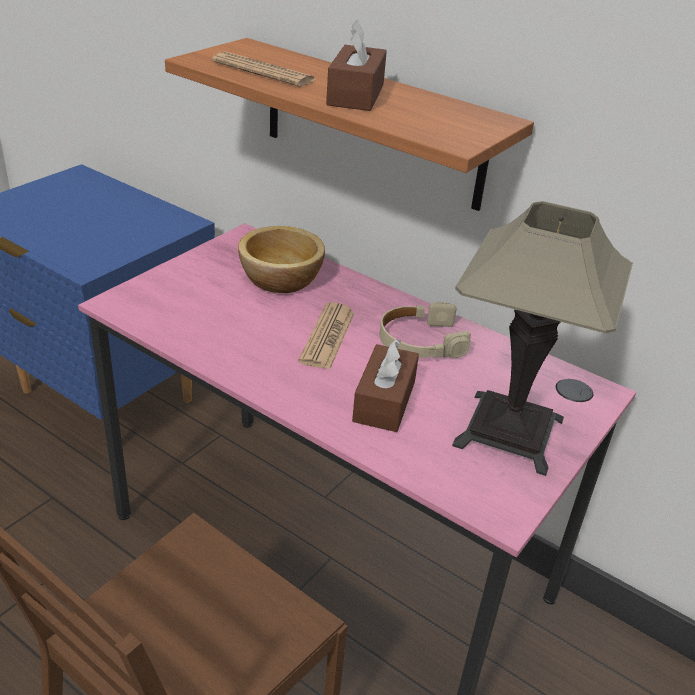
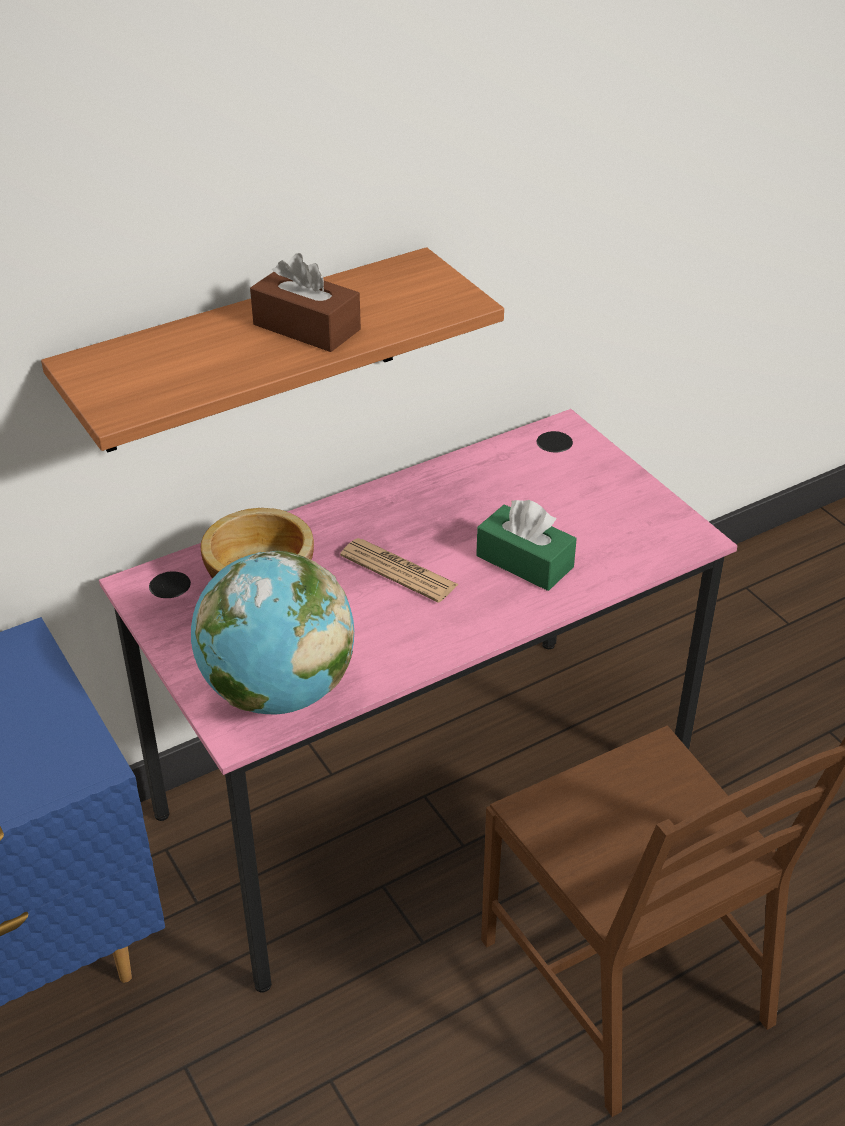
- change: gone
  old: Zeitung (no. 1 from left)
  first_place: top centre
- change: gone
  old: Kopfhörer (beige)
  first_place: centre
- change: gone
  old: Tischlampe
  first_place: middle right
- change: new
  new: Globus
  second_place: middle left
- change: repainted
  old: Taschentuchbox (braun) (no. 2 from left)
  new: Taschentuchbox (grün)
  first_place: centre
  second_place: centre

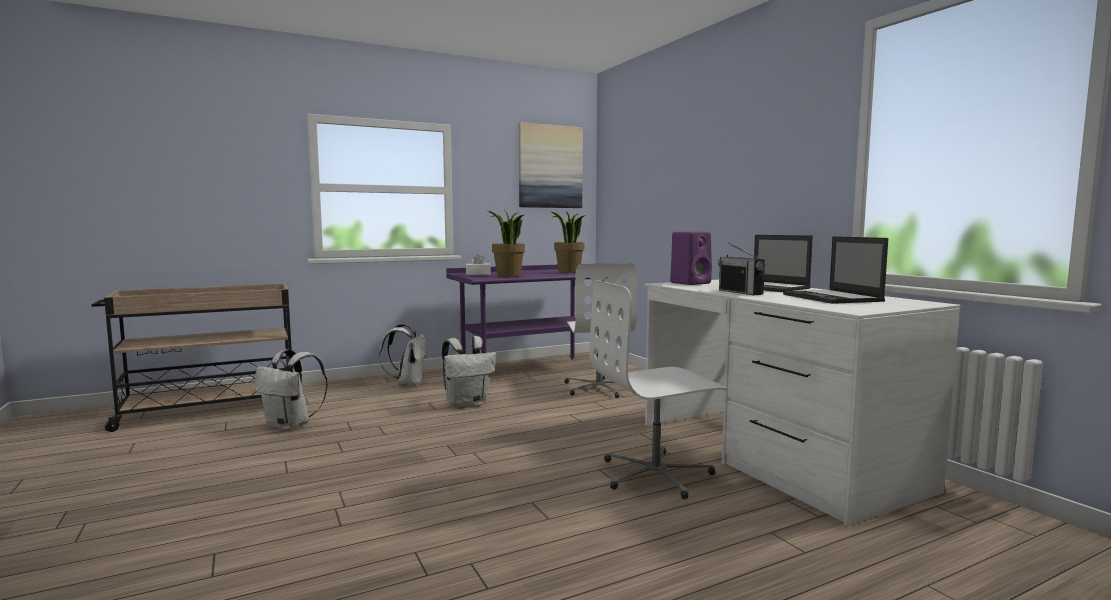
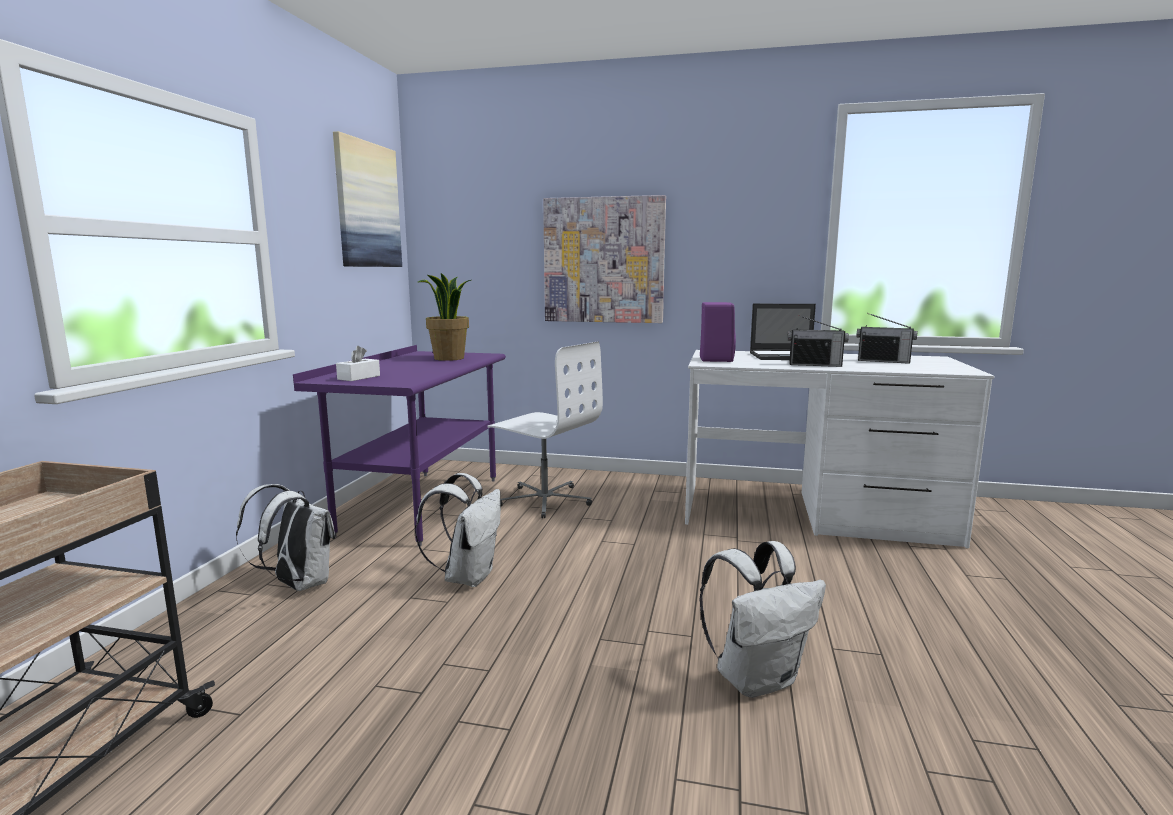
- change: gone
  old: Topfpflanze (no. 1 from left)
  first_place: centre
- change: gone
  old: Bürostuhl (weiß) (no. 2 from left)
  first_place: centre
- change: new
  new: Bild (no. 2 from left)
  second_place: top centre
- change: shifted
  old: Rucksack (weiß) (no. 1 from left in the first image)
  new: Rucksack (weiß) (no. 3 from left)
  first_place: middle left
  second_place: bottom centre
- change: swapped
  old: Laptop (no. 2 from left)
  new: Radio (no. 2 from left)
  first_place: middle right
  second_place: middle right

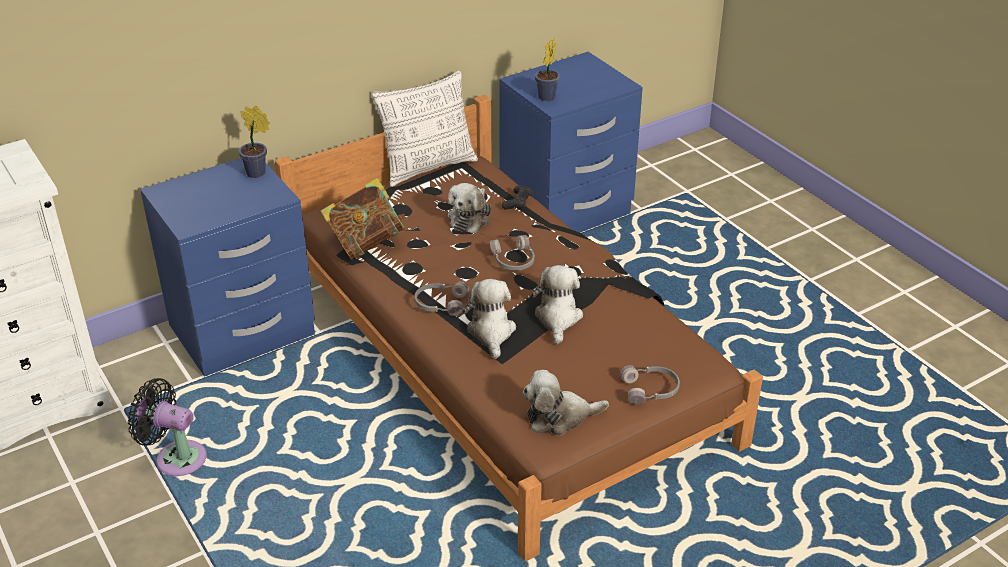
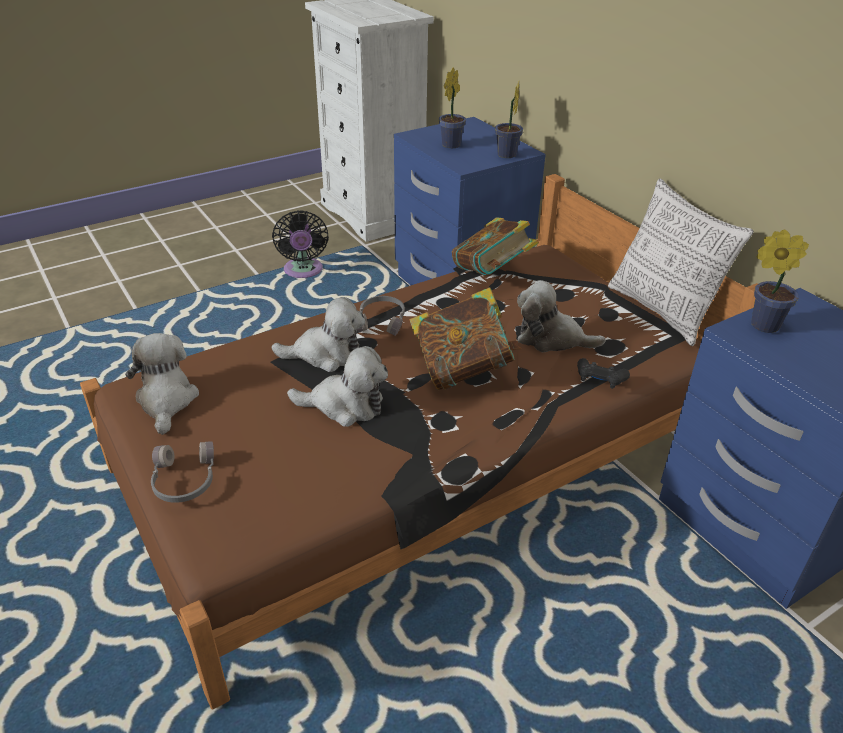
- change: new
  new: Topfpflanze (no. 1 from left)
  second_place: top centre
- change: swapped
  old: Kopfhörer (grau) (no. 2 from left)
  new: Buch (no. 1 from left)
  first_place: centre
  second_place: centre
- change: rotated
  old: Ventilator (schwarz)
  first_place: bottom left
  second_place: top centre
  degrees: 150

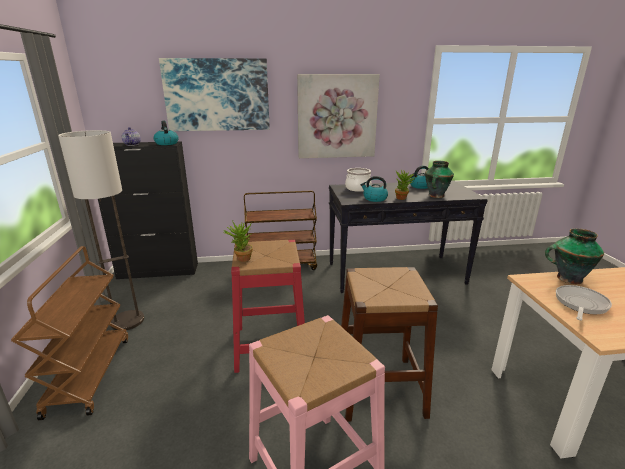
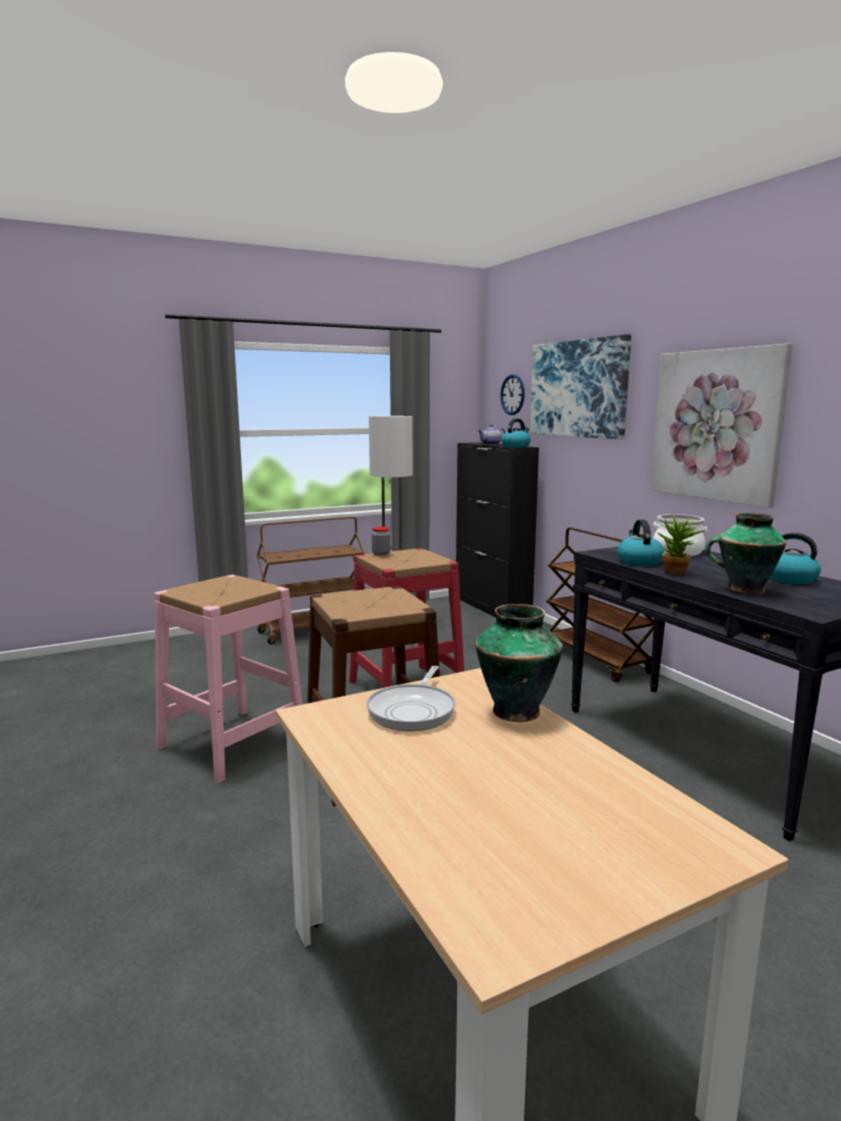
- change: new
  new: Wanduhr
  second_place: centre
- change: swapped
  old: Topfpflanze (no. 1 from left)
  new: Vorratsglas
  first_place: centre
  second_place: centre
- change: rotated
  old: Pfanne
  first_place: middle right
  second_place: centre
  degrees: 90

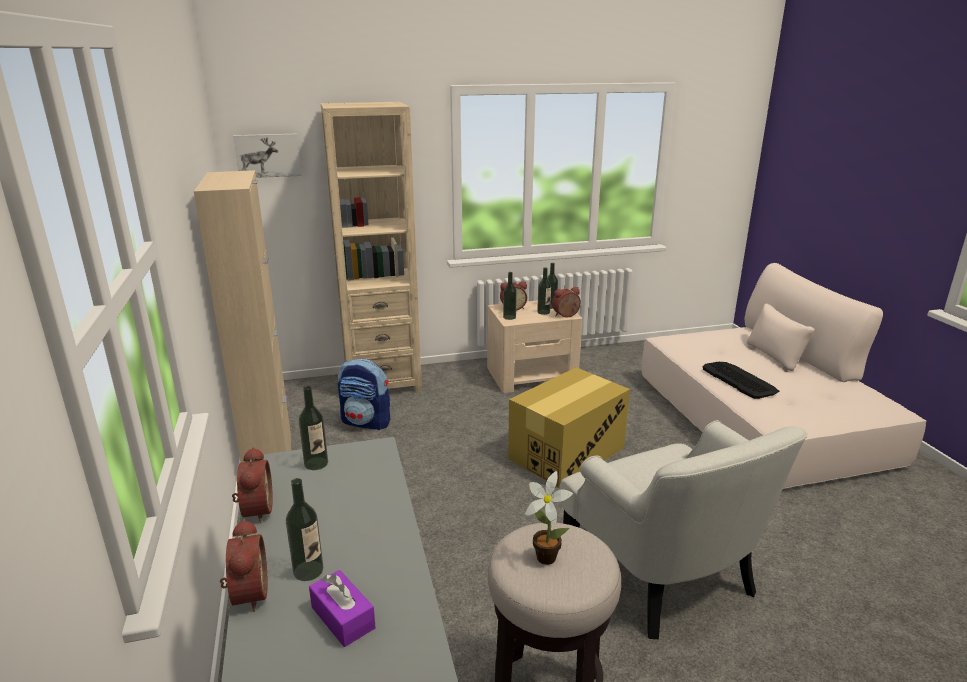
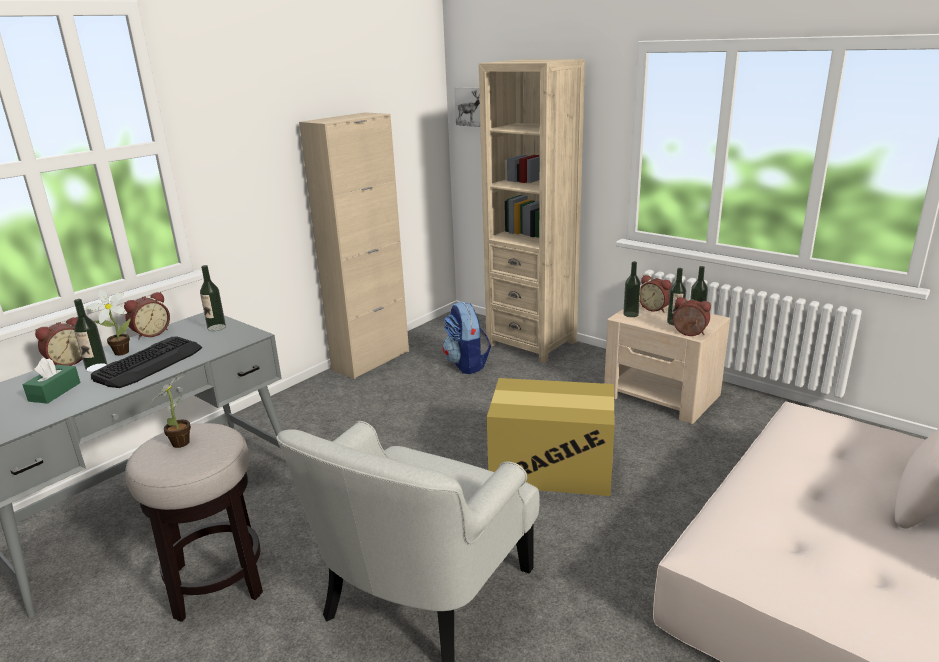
- change: new
  new: Topfpflanze (no. 1 from left)
  second_place: middle left
- change: shifted
  old: Tastatur
  first_place: middle right
  second_place: middle left
- change: repainted
  old: Taschentuchbox (lila)
  new: Taschentuchbox (grün)
  first_place: bottom centre
  second_place: middle left

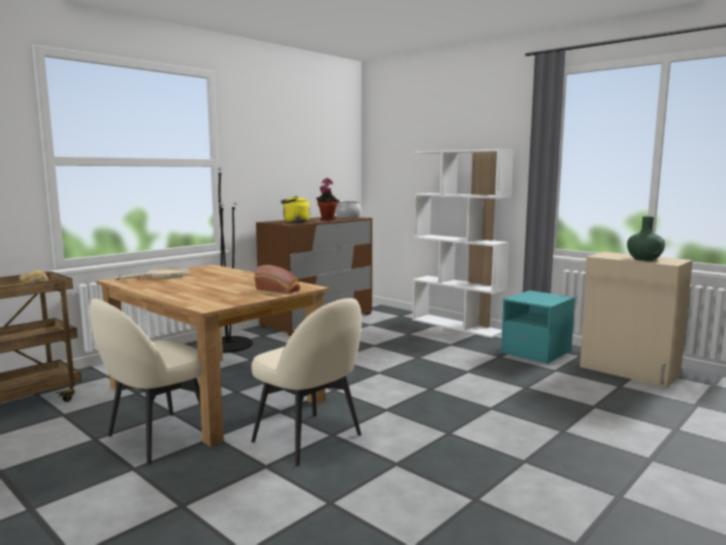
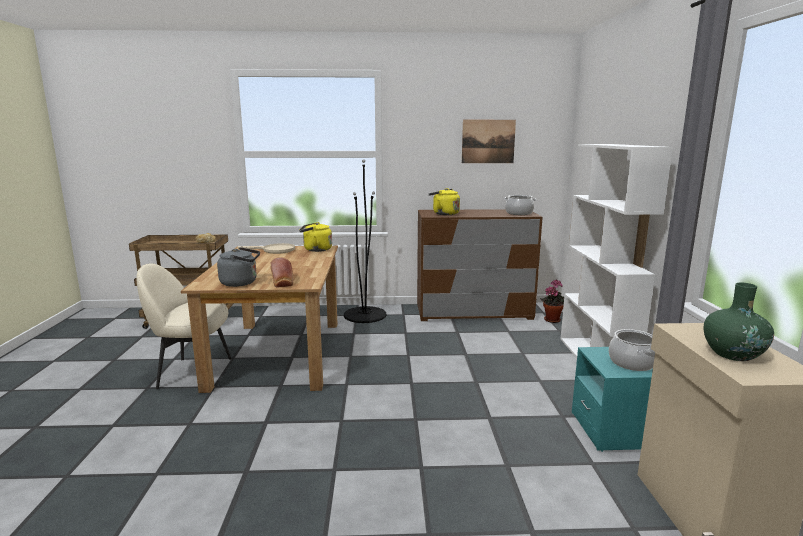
- change: gone
  old: Stuhl (beige) (no. 2 from left)
  first_place: bottom centre
- change: new
  new: Wasserkessel (grau)
  second_place: middle left
- change: new
  new: Wasserkessel (gelb) (no. 1 from left)
  second_place: centre
- change: new
  new: Bild
  second_place: top centre
- change: new
  new: Kochtopf (no. 2 from left)
  second_place: middle right
- change: shifted
  old: Topfpflanze
  first_place: centre
  second_place: middle right

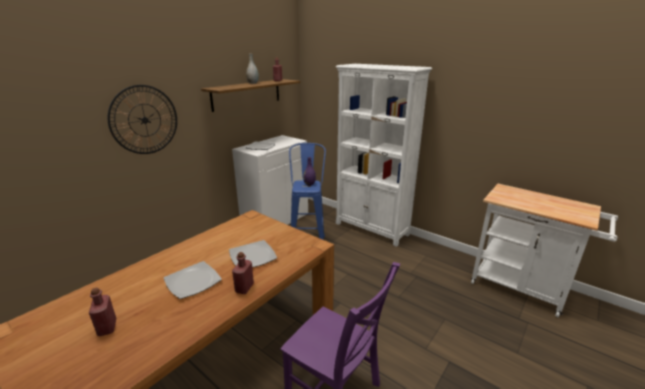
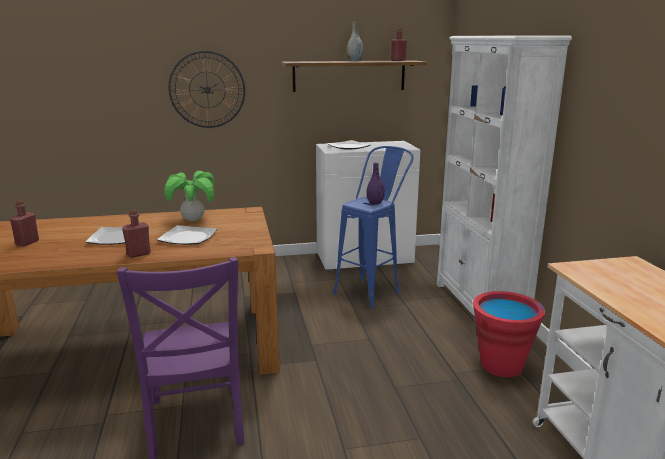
- change: new
  new: Topfpflanze
  second_place: middle left
- change: new
  new: Eimer (rot)
  second_place: bottom right

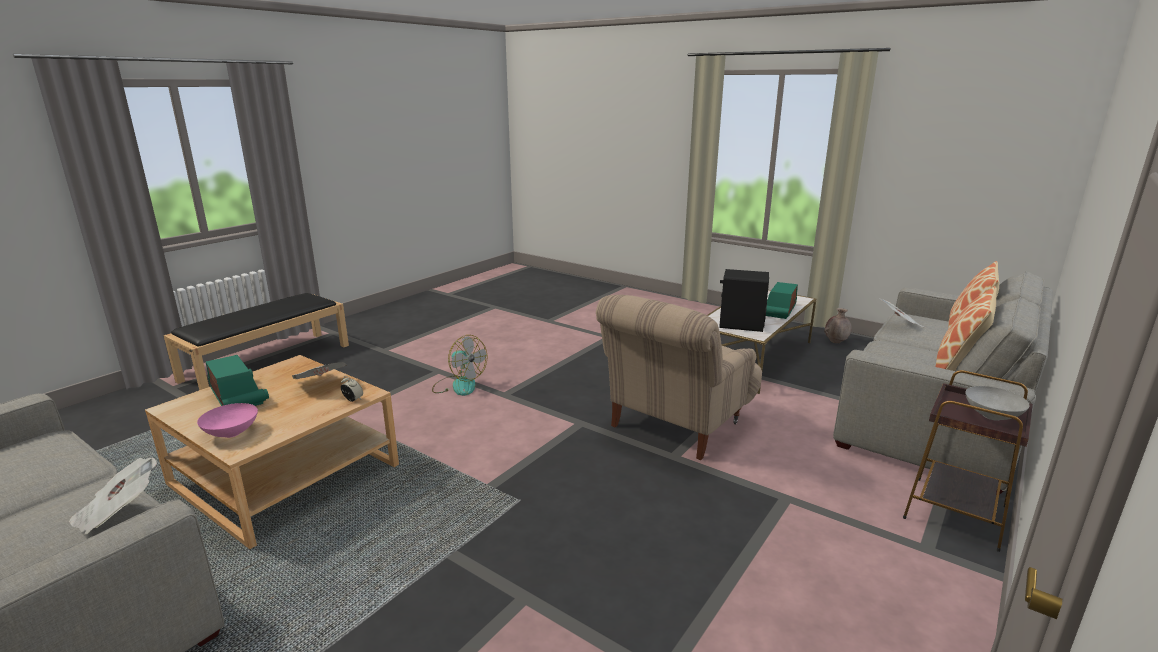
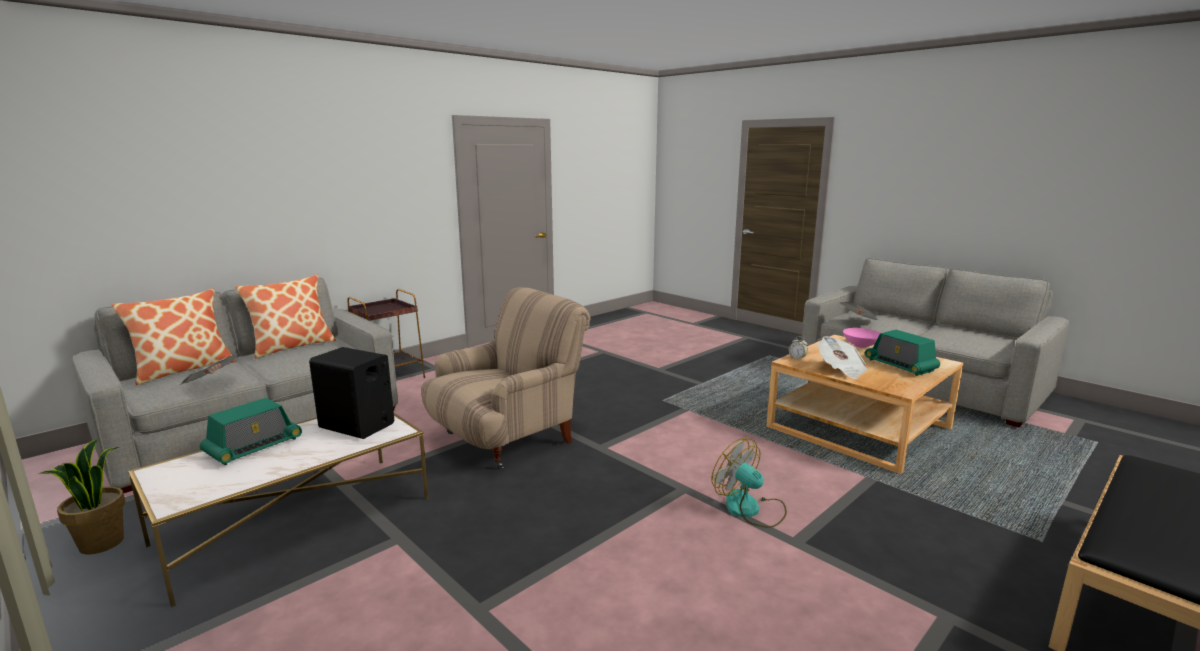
- change: gone
  old: Schüssel (grau)
  first_place: middle right
- change: swapped
  old: Vase (braun)
  new: Topfpflanze
  first_place: middle right
  second_place: bottom left

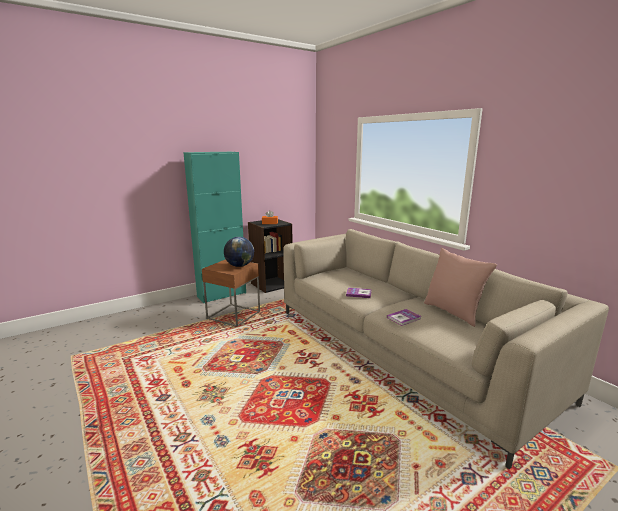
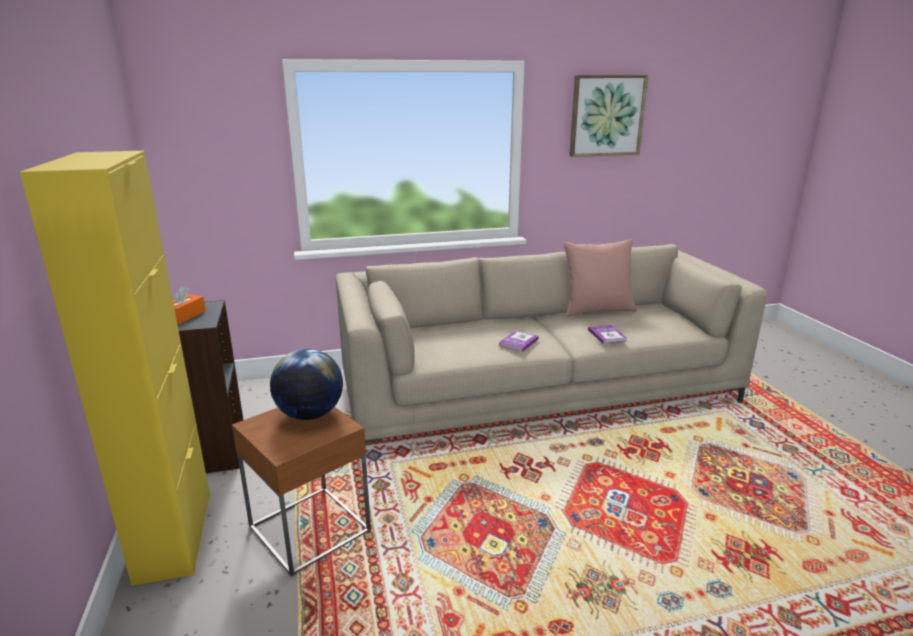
- change: new
  new: Bild
  second_place: top centre
- change: repainted
  old: Schrank (türkis)
  new: Schrank (gelb)
  first_place: centre
  second_place: middle left

